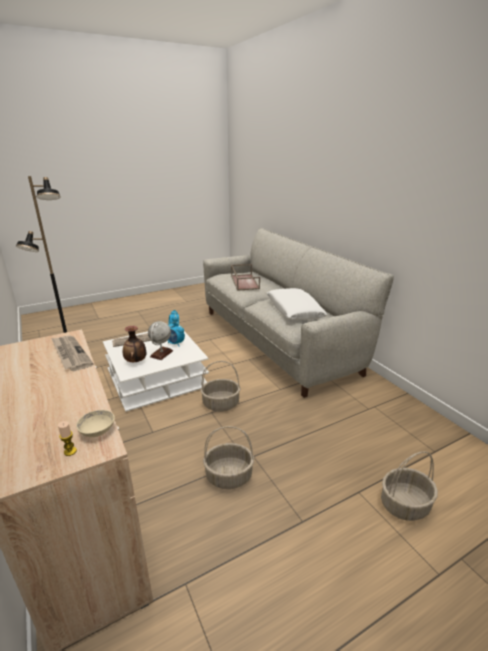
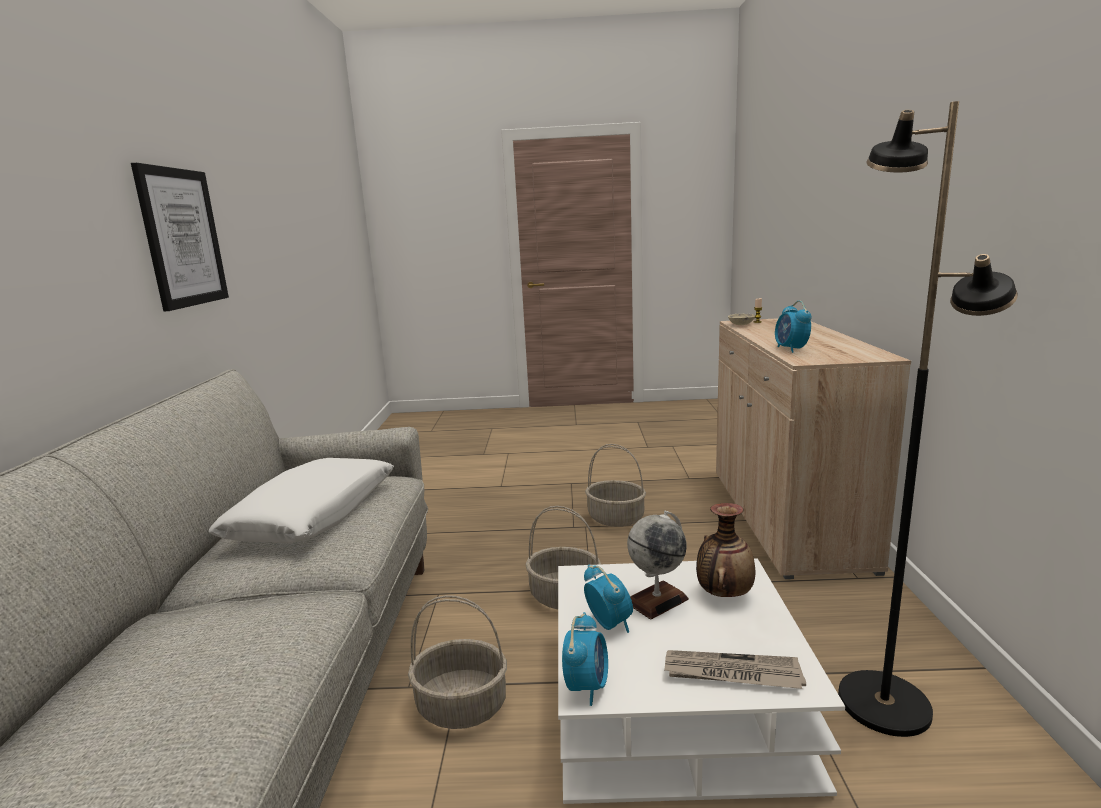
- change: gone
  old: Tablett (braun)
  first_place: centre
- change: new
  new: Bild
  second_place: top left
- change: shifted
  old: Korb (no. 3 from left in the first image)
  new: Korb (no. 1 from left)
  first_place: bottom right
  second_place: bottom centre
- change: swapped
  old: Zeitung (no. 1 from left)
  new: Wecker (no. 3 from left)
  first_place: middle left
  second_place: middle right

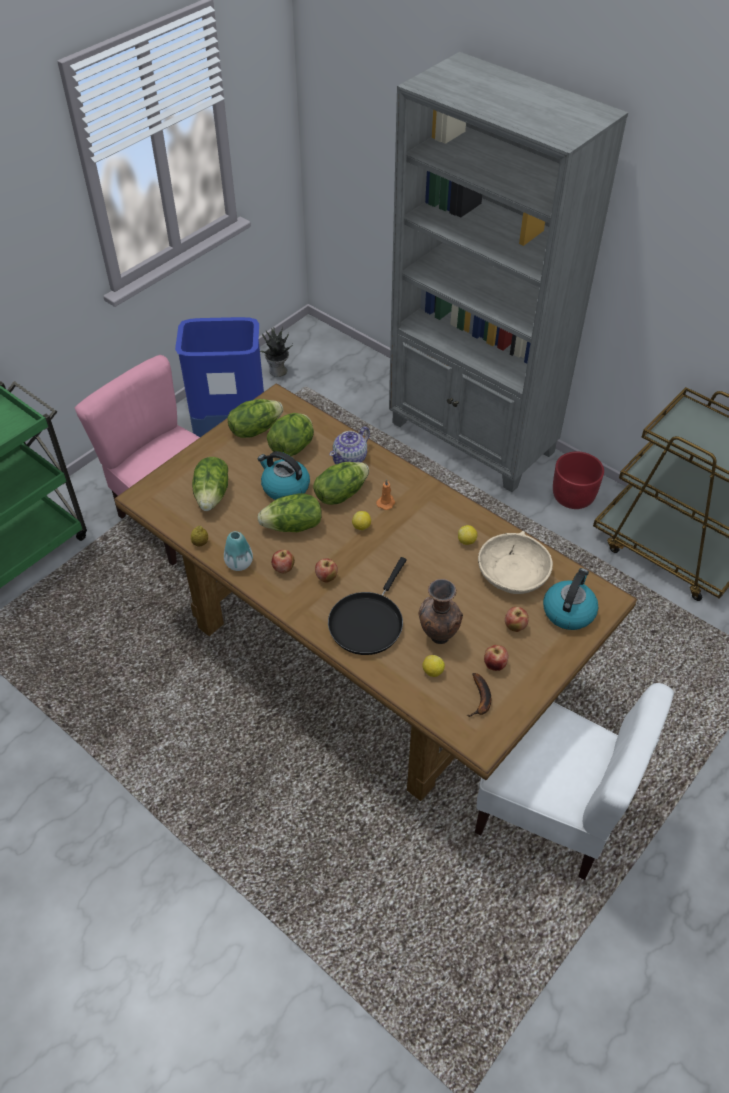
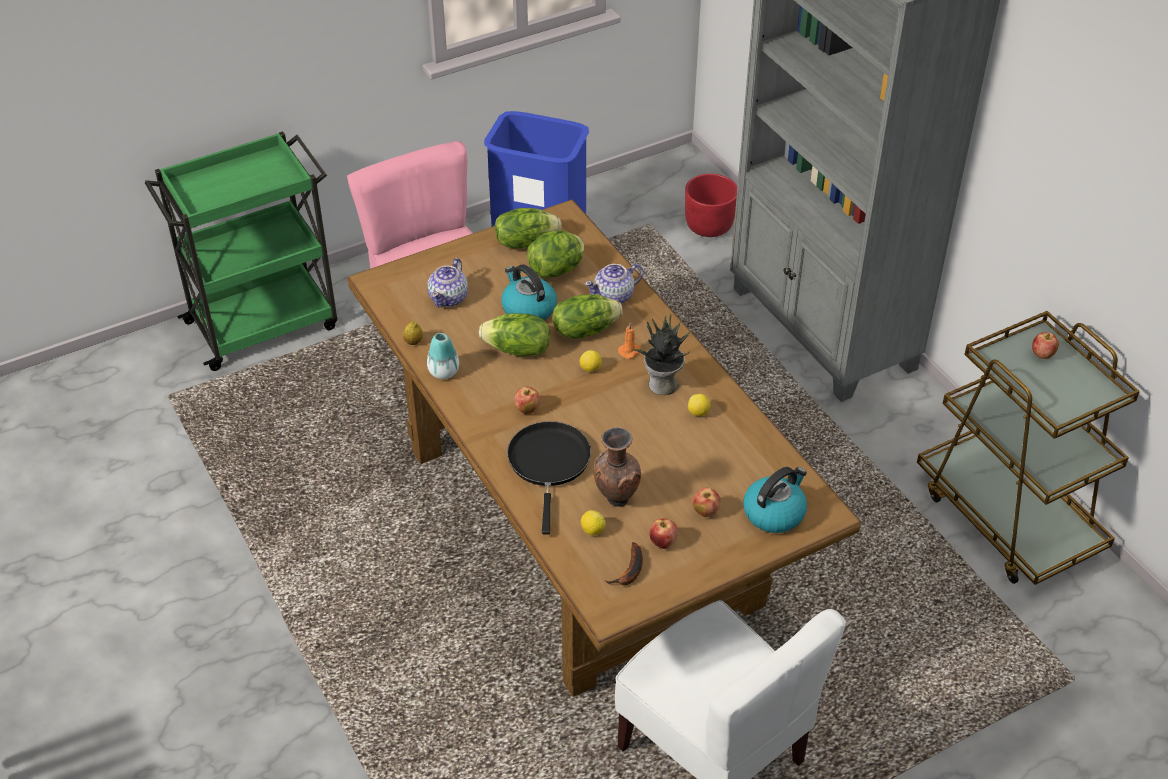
- change: gone
  old: Schüssel (beige)
  first_place: middle right
- change: shifted
  old: Topfpflanze
  first_place: top centre
  second_place: centre
- change: shifted
  old: Apfel (no. 1 from left in the first image)
  new: Apfel (no. 4 from left)
  first_place: centre
  second_place: middle right
- change: shifted
  old: Pflanzkübel (rot)
  first_place: middle right
  second_place: top centre
- change: swapped
  old: Salatkopf (no. 1 from left)
  new: Teekanne (no. 1 from left)
  first_place: middle left
  second_place: centre
- change: rotated
  old: Pfanne (schwarz)
  first_place: centre
  second_place: centre
  degrees: 135

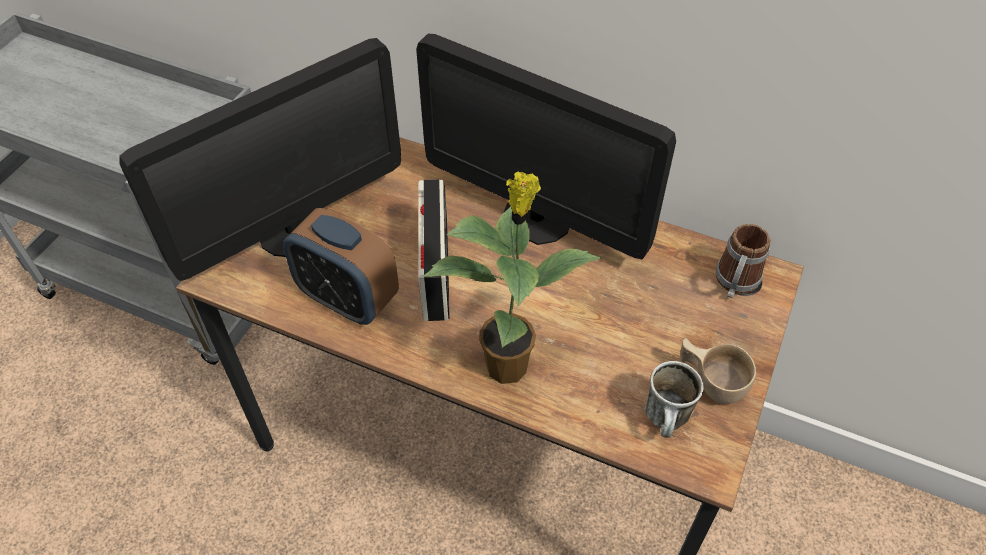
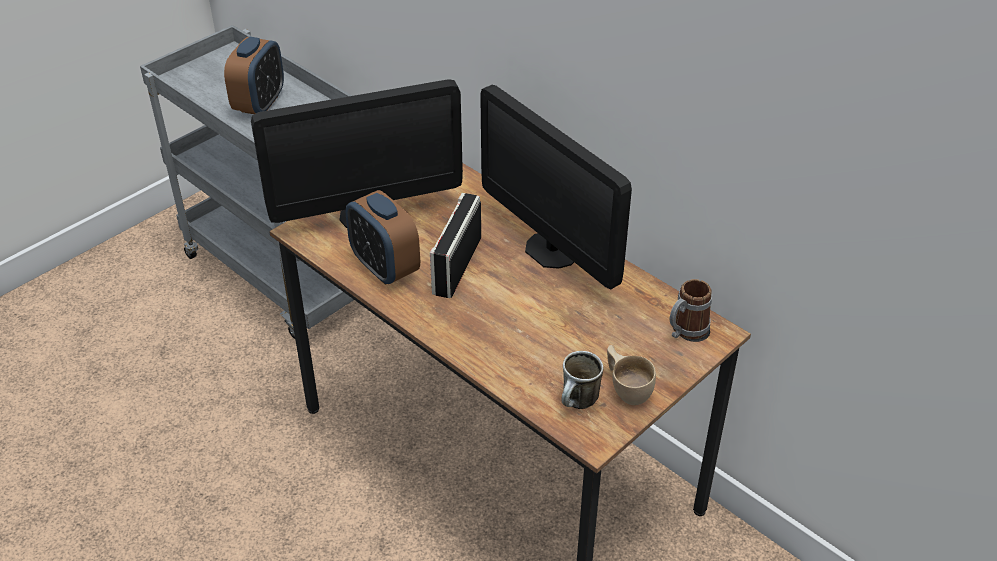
- change: gone
  old: Topfpflanze
  first_place: centre
- change: new
  new: Wecker (no. 1 from left)
  second_place: top left

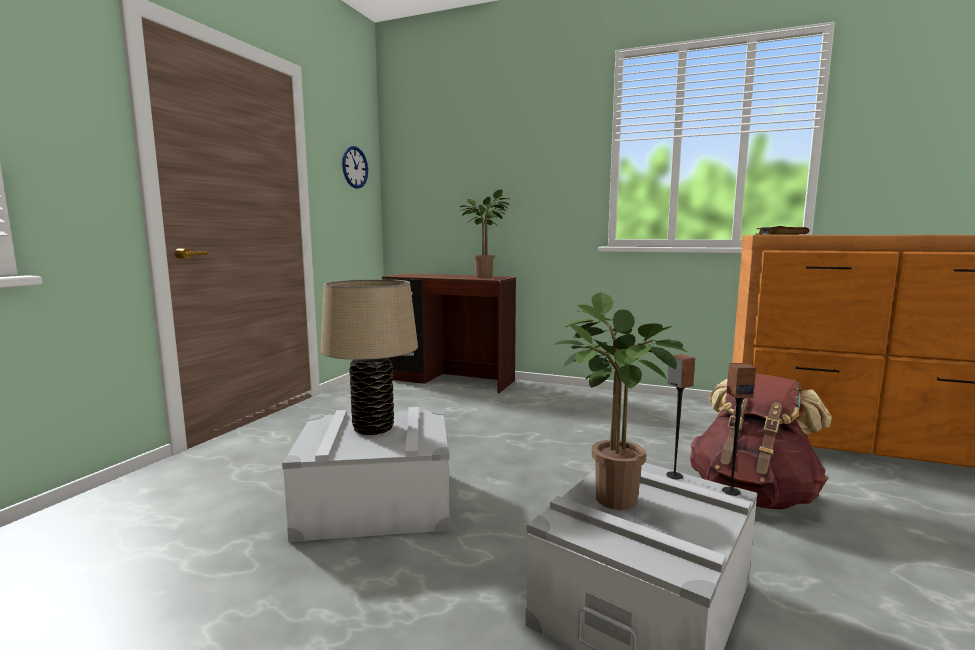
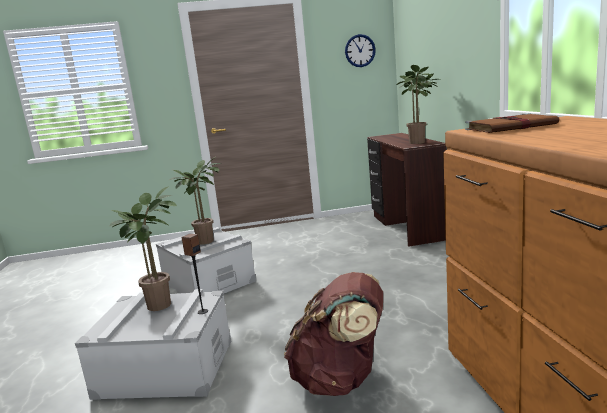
- change: gone
  old: Lautsprecher (no. 2 from left)
  first_place: middle right
- change: swapped
  old: Tischlampe (beige)
  new: Topfpflanze (no. 2 from left)
  first_place: centre
  second_place: middle left

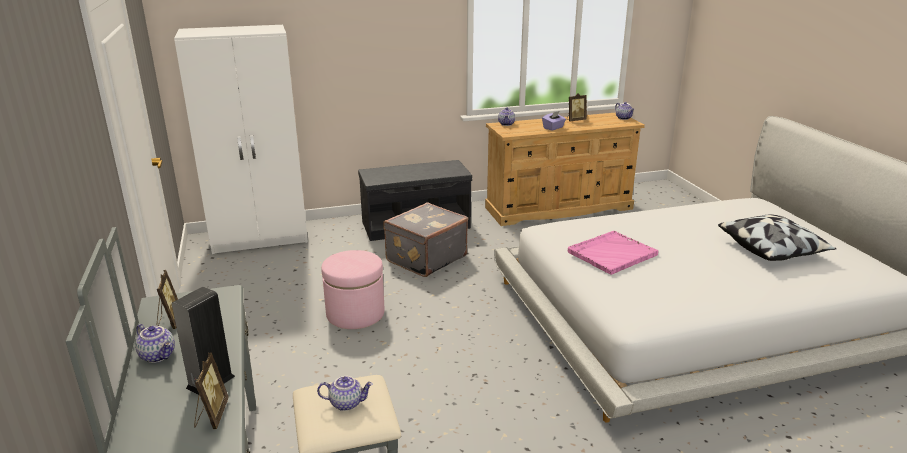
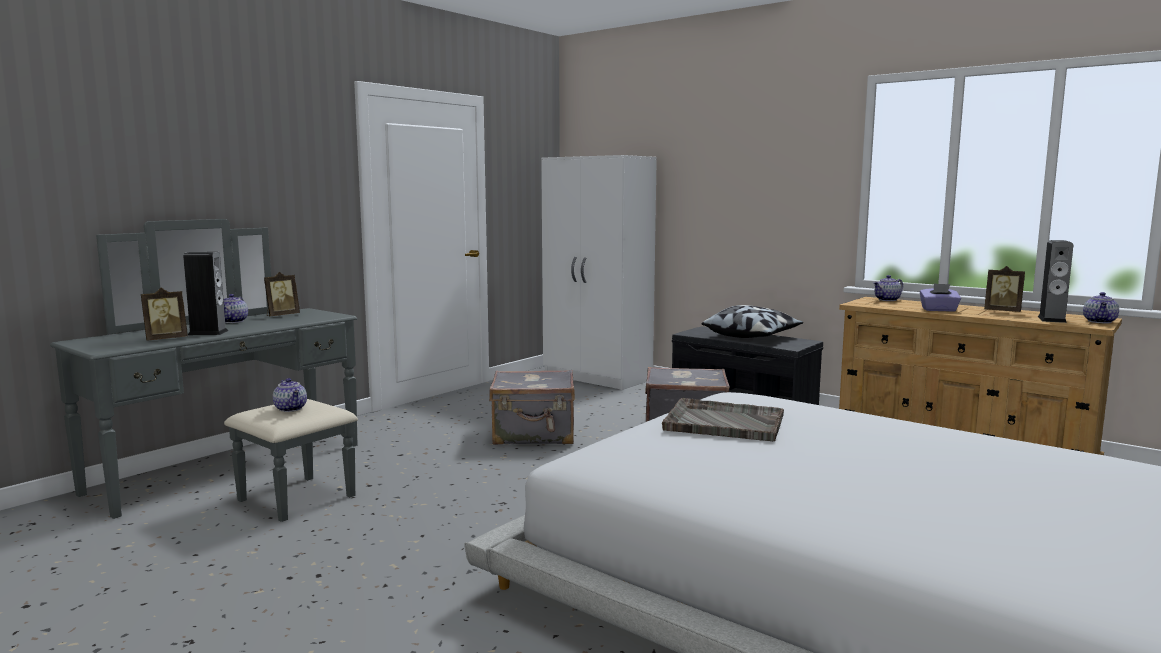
- change: new
  new: Lautsprecher (no. 2 from left)
  second_place: middle right
- change: shifted
  old: Kissen
  first_place: middle right
  second_place: centre
- change: swapped
  old: Polsterhocker (rosa)
  new: Koffer (grau) (no. 1 from left)
  first_place: centre
  second_place: centre
- change: repainted
  old: Tablett (rosa)
  new: Tablett (grau)
  first_place: middle right
  second_place: centre

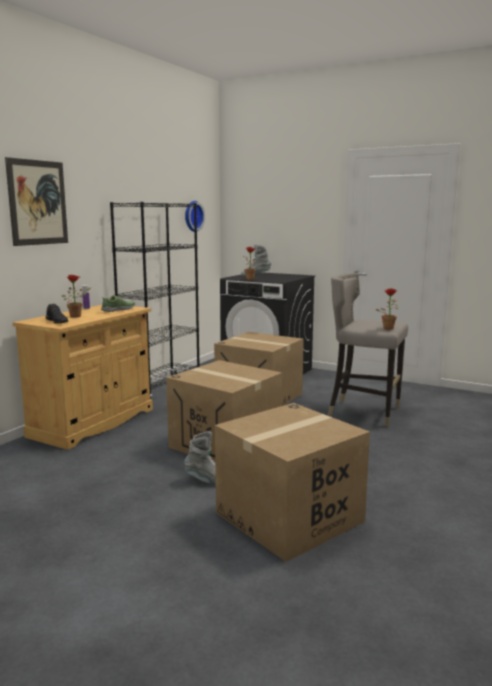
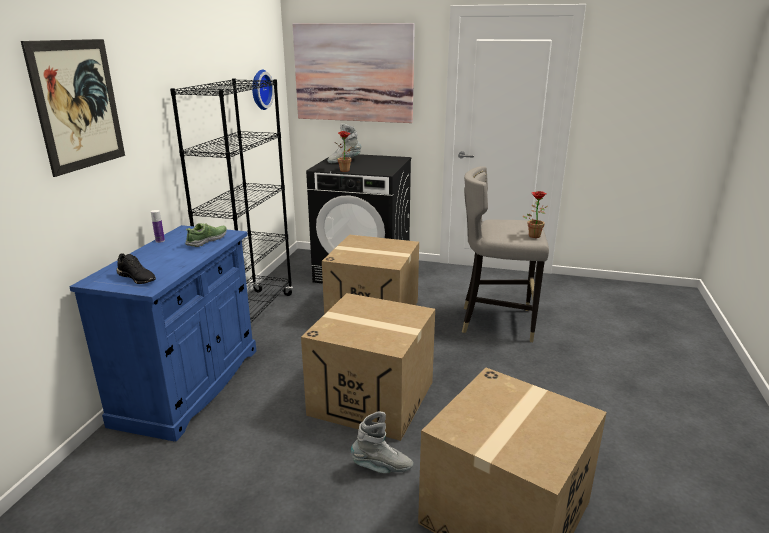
- change: gone
  old: Topfpflanze (no. 1 from left)
  first_place: middle left
- change: new
  new: Bild (no. 2 from left)
  second_place: top centre
- change: repainted
  old: Schrank (beige)
  new: Schrank (blau)
  first_place: middle left
  second_place: middle left

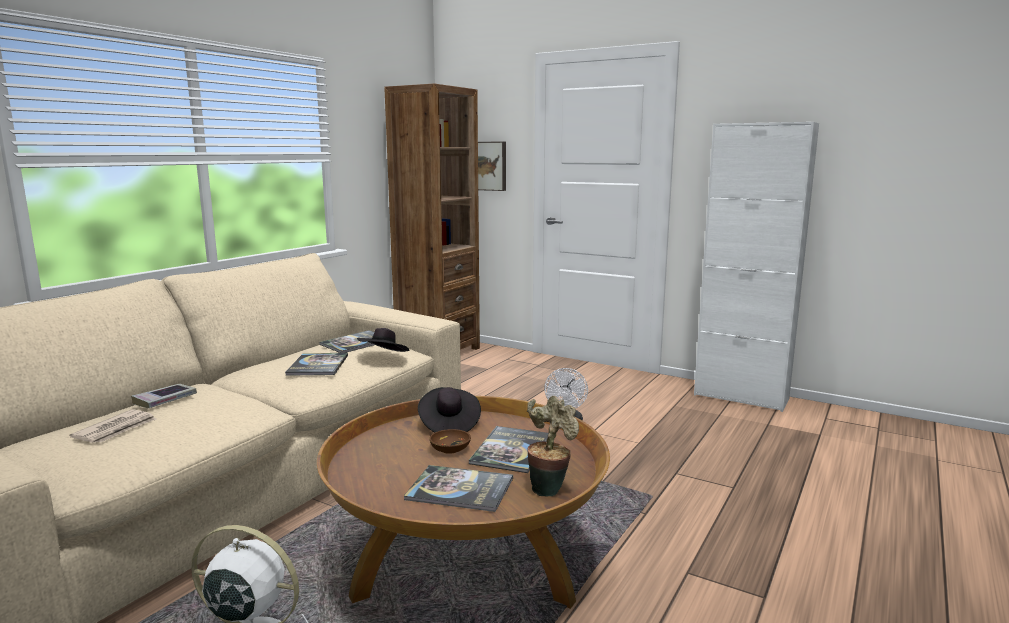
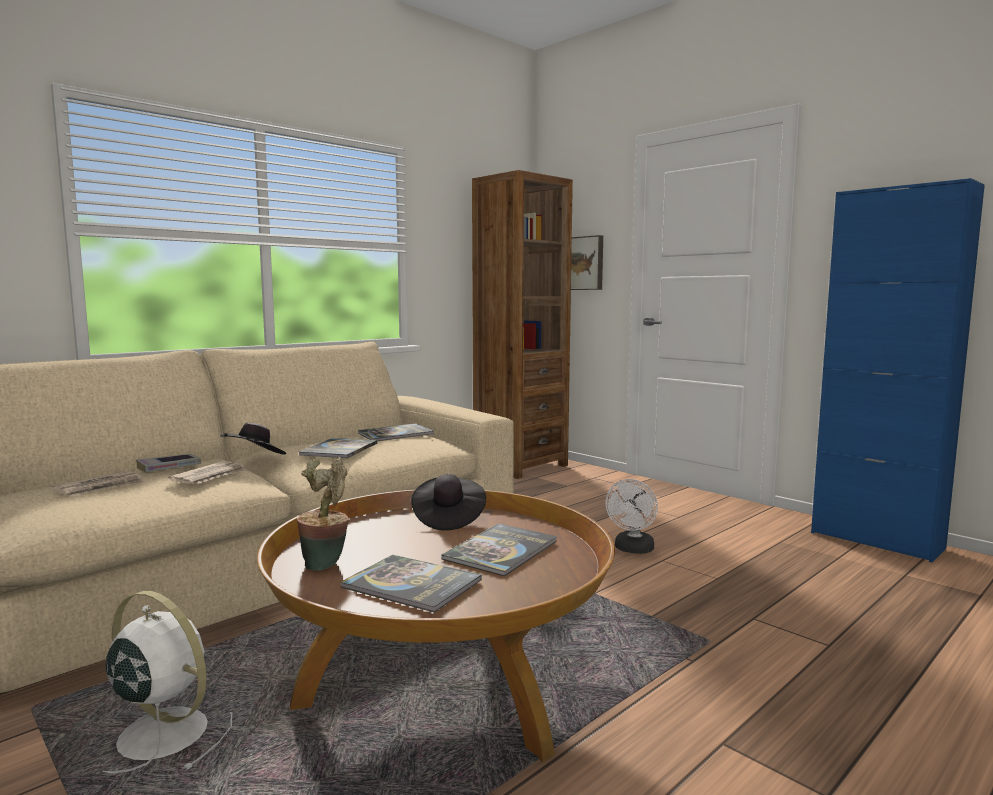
- change: gone
  old: Schüssel (braun)
  first_place: bottom centre
- change: new
  new: Zeitung (no. 2 from left)
  second_place: middle left
- change: shifted
  old: Hut (schwarz) (no. 1 from left)
  first_place: centre
  second_place: middle left
- change: shifted
  old: Topfpflanze
  first_place: bottom centre
  second_place: middle left
- change: repainted
  old: Schrank (weiß)
  new: Schrank (blau)
  first_place: middle right
  second_place: middle right

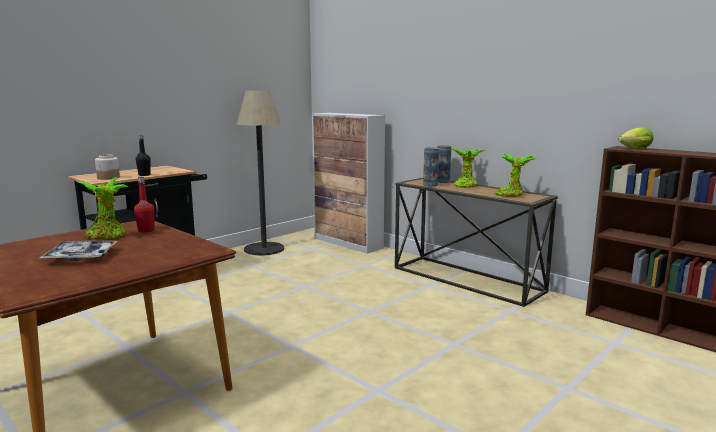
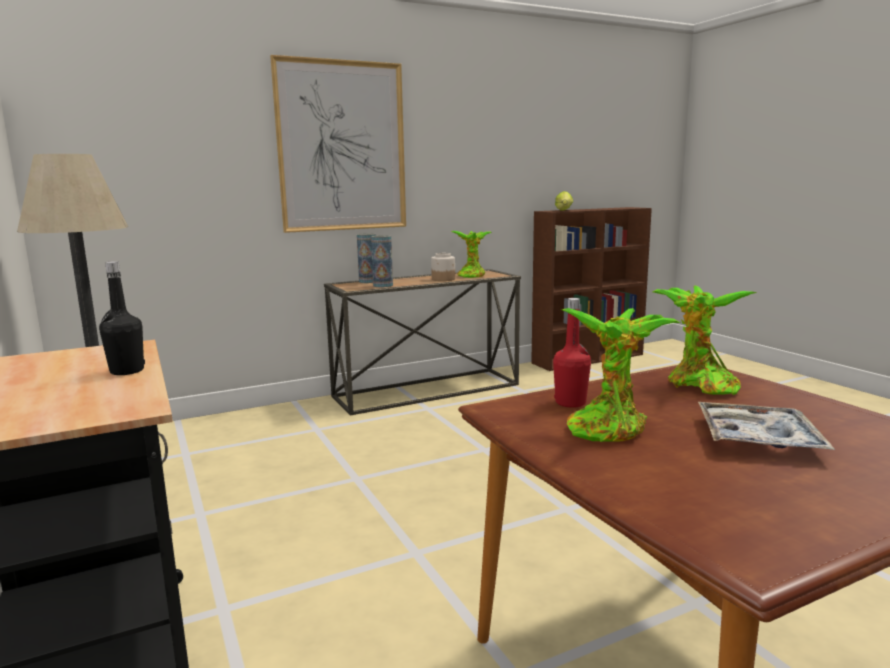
- change: gone
  old: Schrank
  first_place: centre
- change: new
  new: Bild
  second_place: top centre
- change: shifted
  old: Vorratsglas
  first_place: middle left
  second_place: centre
- change: shifted
  old: Topfpflanze (no. 2 from left in the first image)
  new: Topfpflanze (no. 3 from left)
  first_place: centre
  second_place: middle right

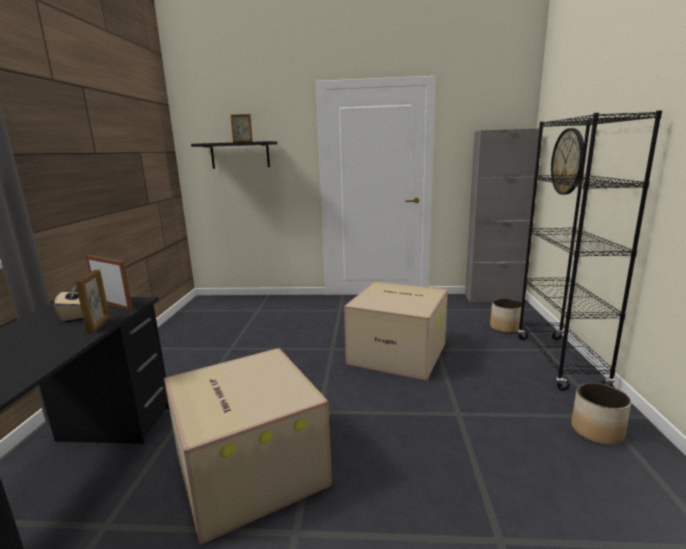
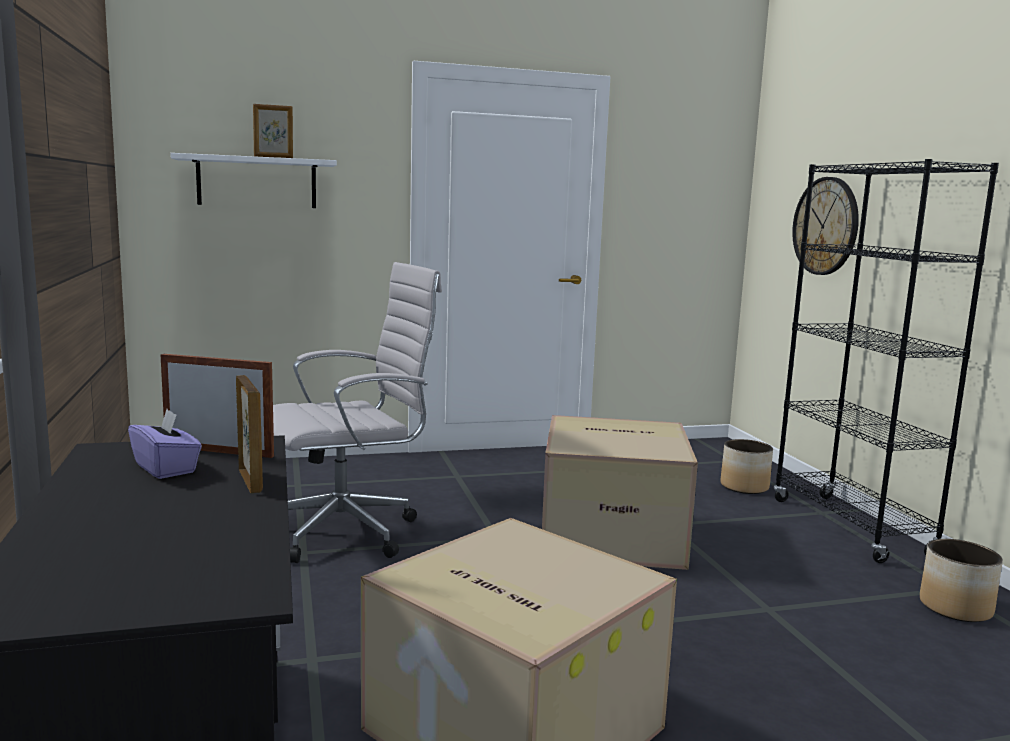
- change: gone
  old: Schrank (grau)
  first_place: middle right
- change: new
  new: Bürostuhl (weiß)
  second_place: centre
- change: repainted
  old: Taschentuchbox (beige)
  new: Taschentuchbox (lila)
  first_place: middle left
  second_place: middle left
- change: repainted
  old: Wandregal (schwarz)
  new: Wandregal (weiß)
  first_place: top centre
  second_place: top left

